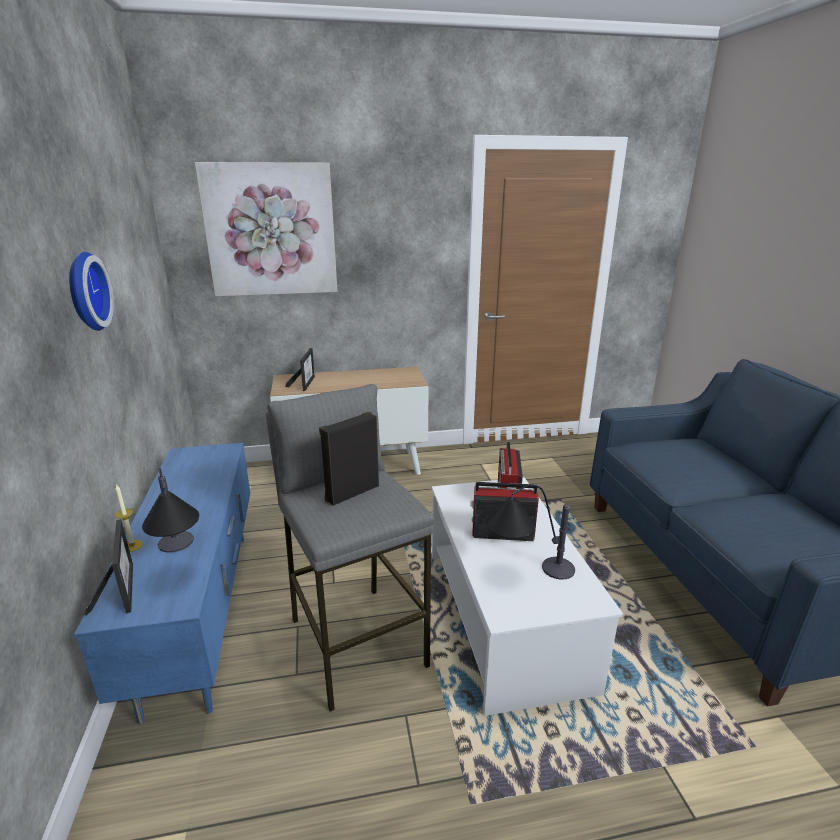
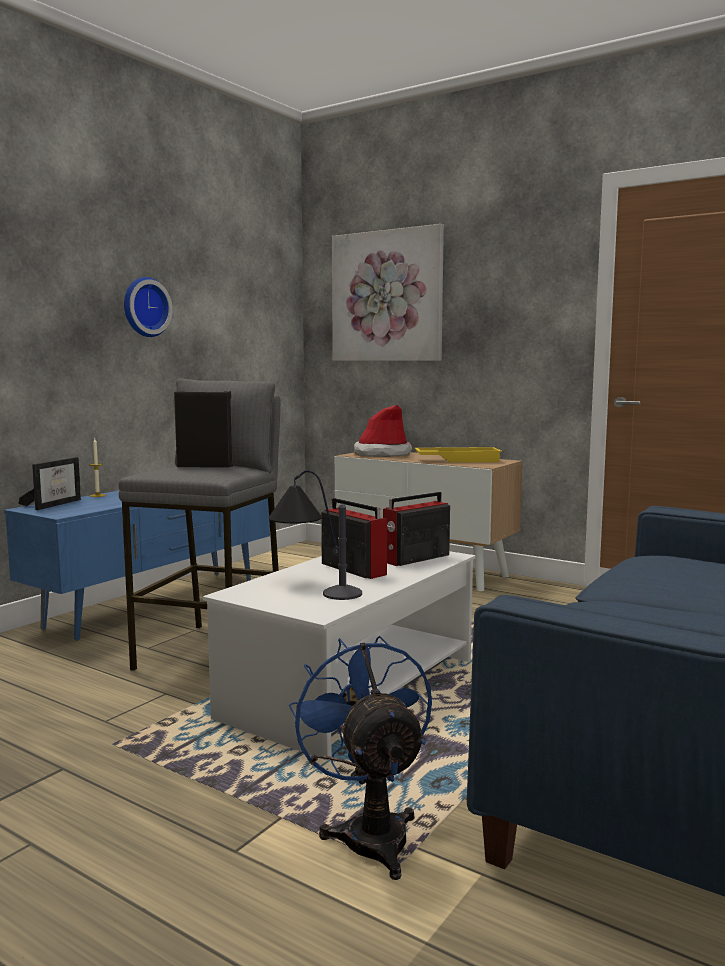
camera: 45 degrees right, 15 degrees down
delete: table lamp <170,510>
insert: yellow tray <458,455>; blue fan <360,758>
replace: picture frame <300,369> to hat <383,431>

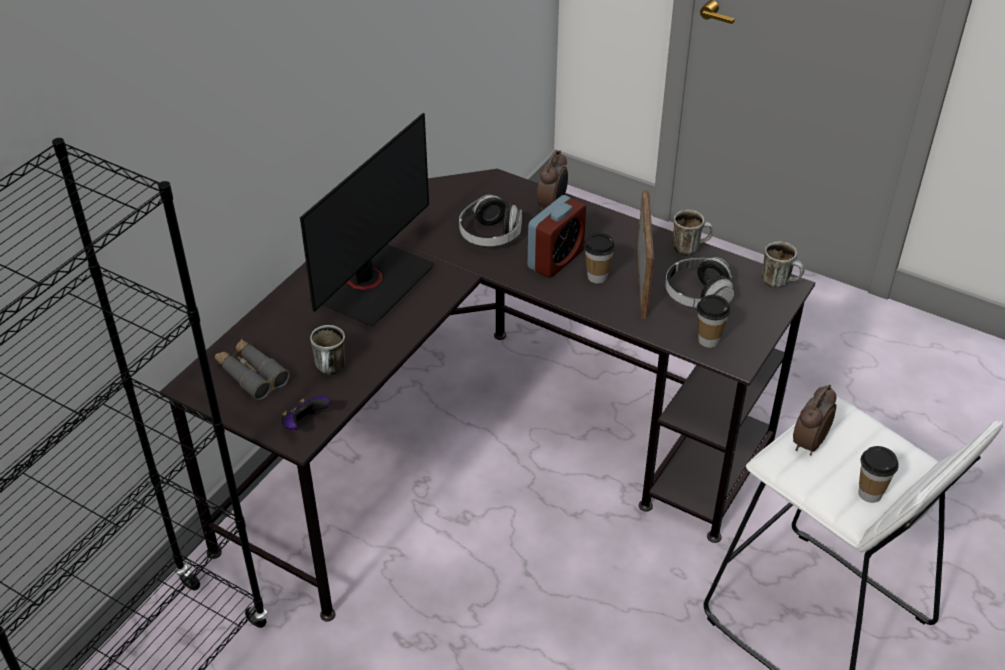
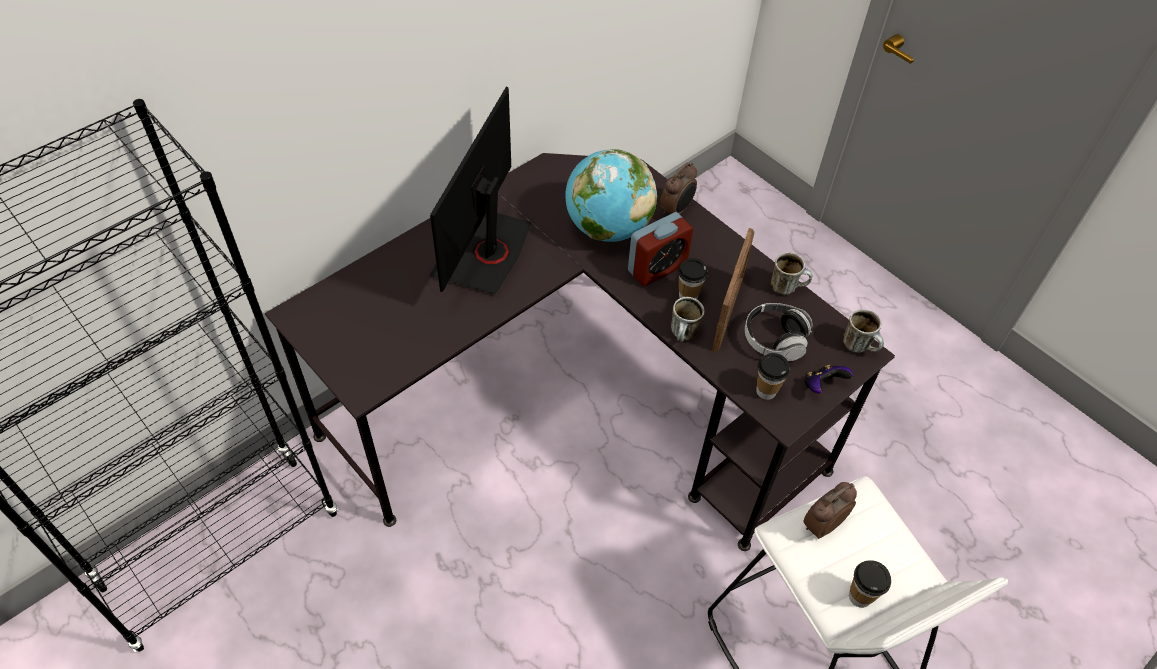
camera: 15 degrees right, 10 degrees up
delete: grey binoculars <252,369>
move: mug <327,350> to <688,319>; game controller <305,413> to <828,379>
replace: headphones <490,220> to globe <611,195>
rotate: monitor <367,220> = <480,190> 150 degrees clockwise

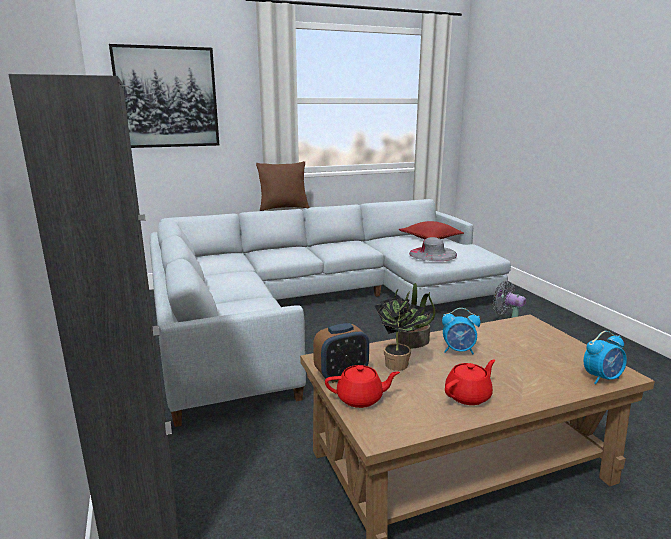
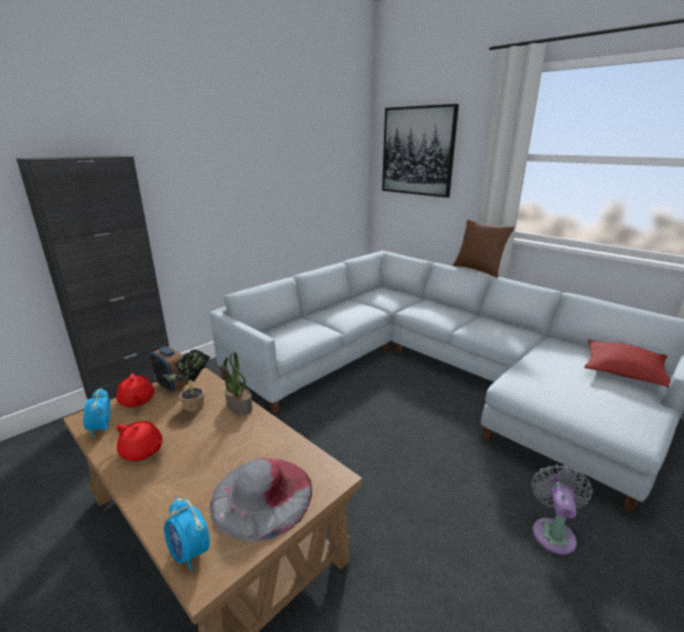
camera: 65 degrees right, 5 degrees up
move: grey hat <433,249> to <261,499>; alarm clock <461,331> to <96,413>

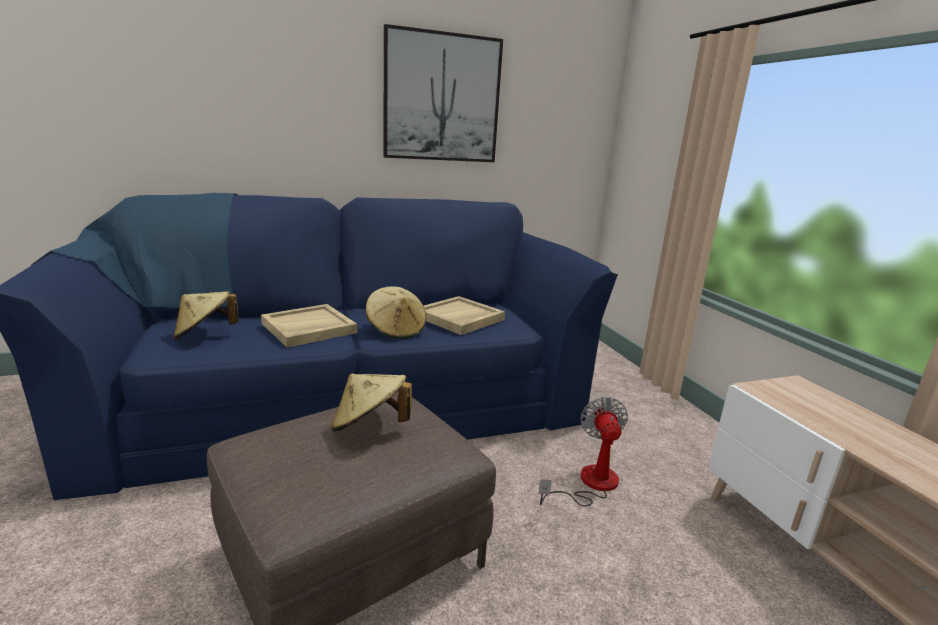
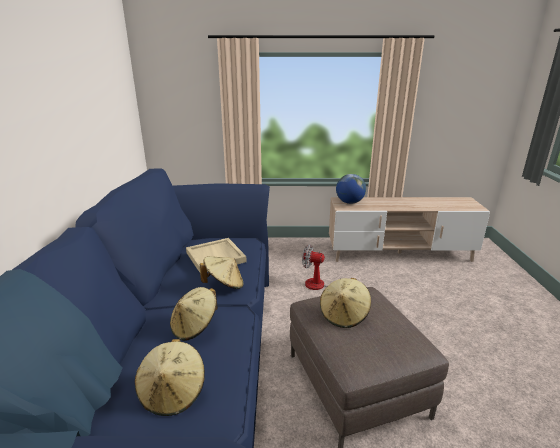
camera: 70 degrees left, 5 degrees up
delete: picture <443,93>
insert: globe <351,189>
replace: beige tray <309,326> to beige hat <194,314>

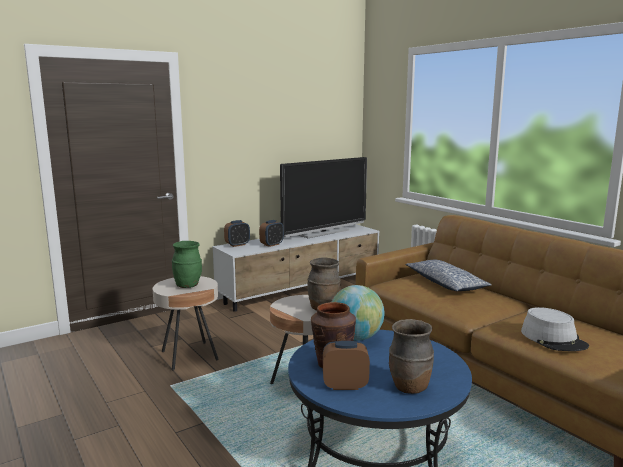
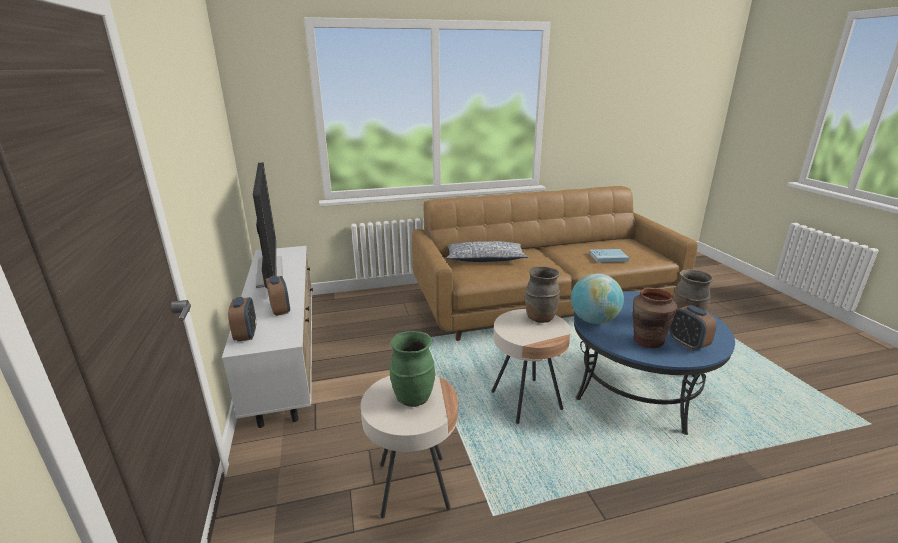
camera: 70 degrees left, 10 degrees up
replace: grey hat <555,329> to blue book <609,256>
rotate: alarm clock <346,365> = <693,328> 45 degrees counterclockwise

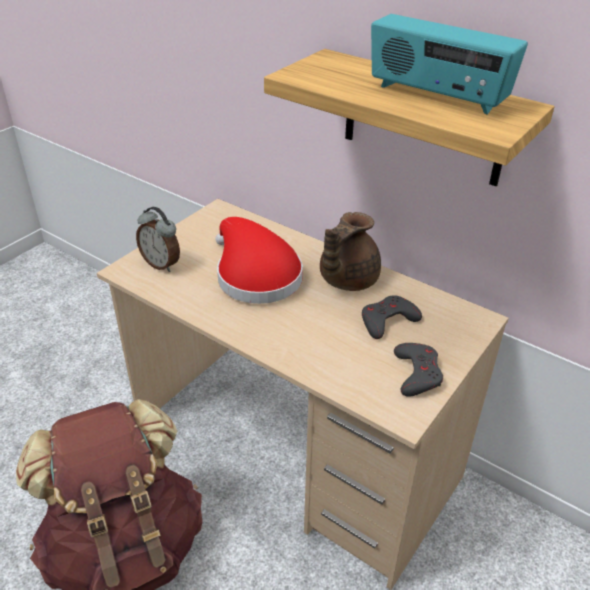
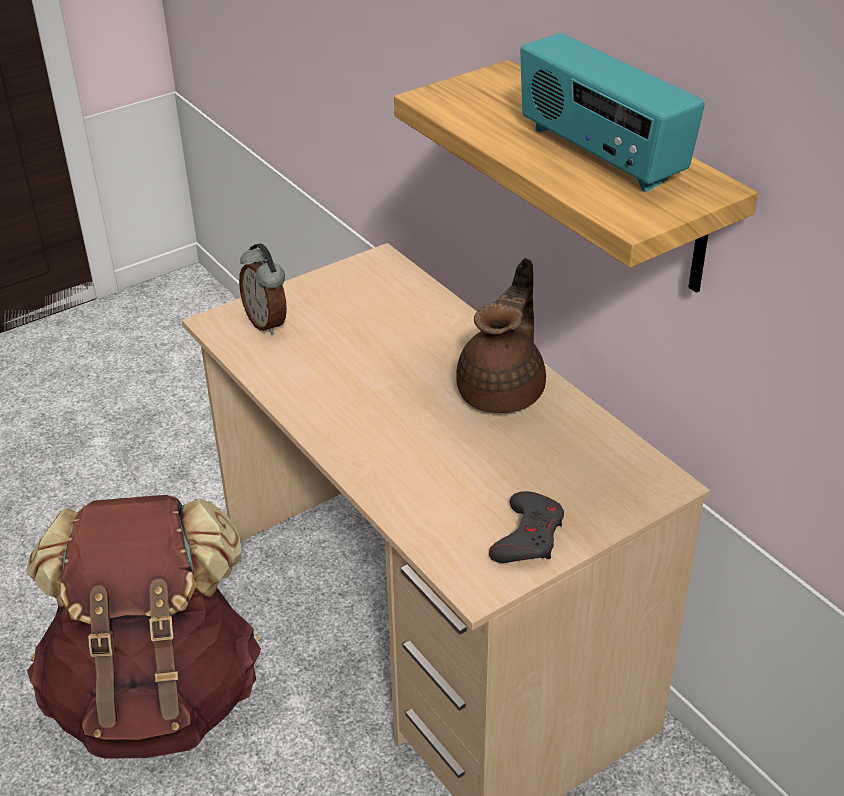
camera: 20 degrees right, 0 degrees up
delete: red hat <259,260>; grey game controller <392,317>
rotate: brown teapot <350,251> = <501,335> 150 degrees clockwise

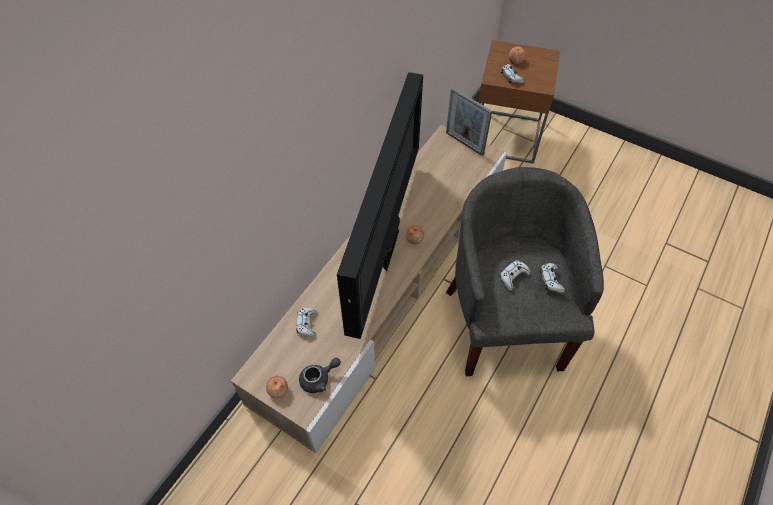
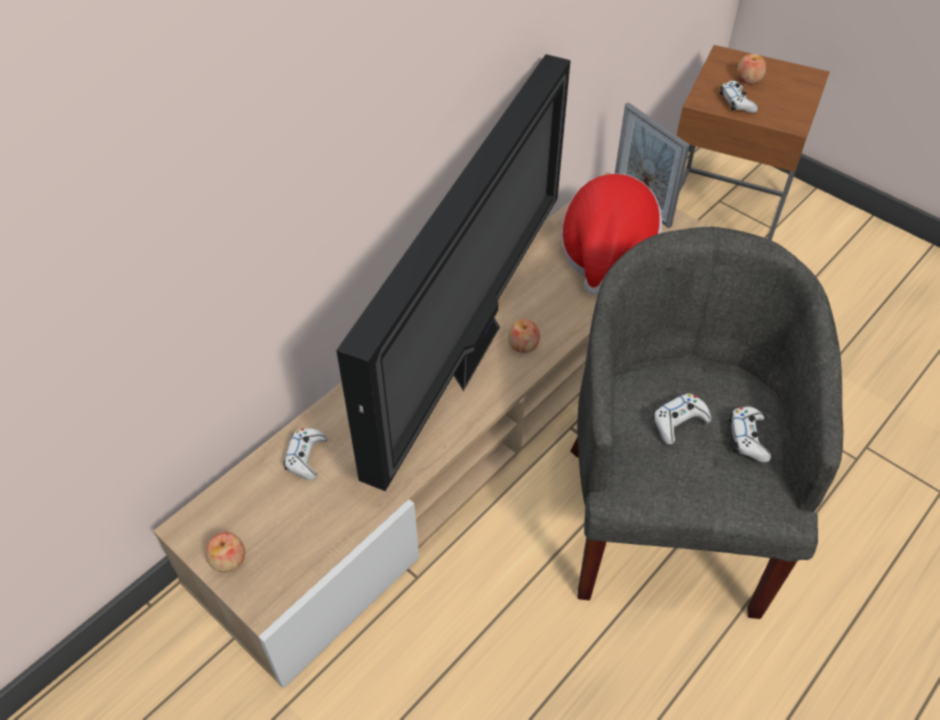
camera: 10 degrees right, 5 degrees down
delete: grey teapot <320,375>
insert: hat <611,234>

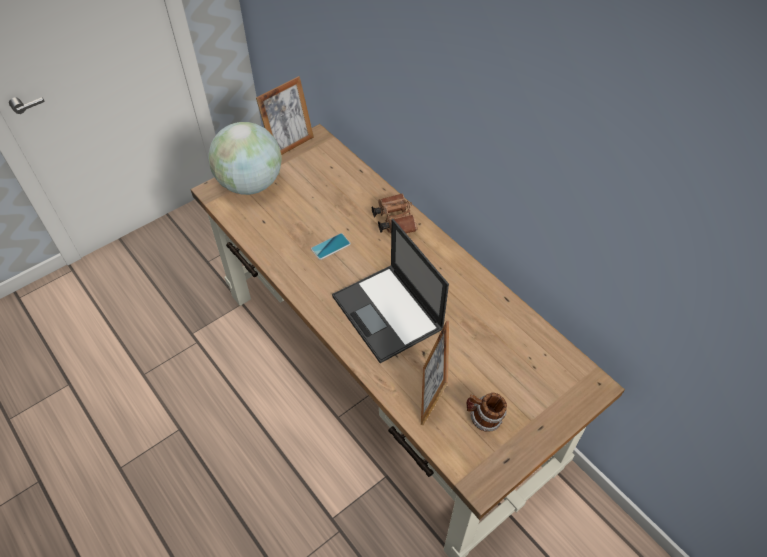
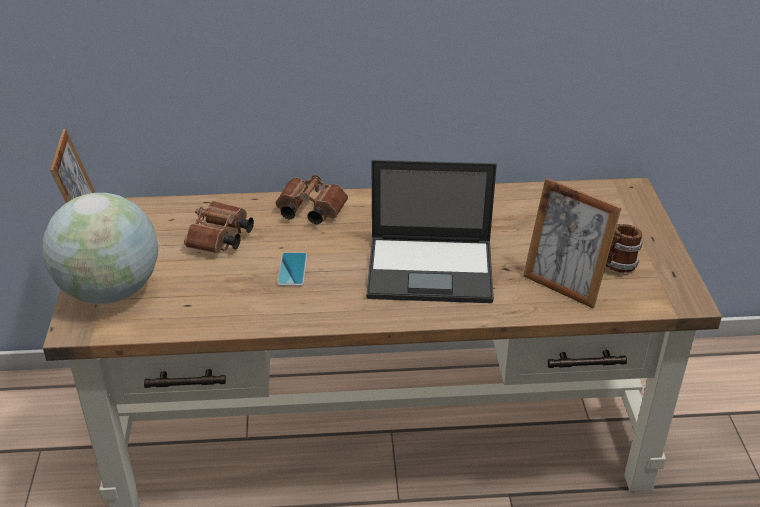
camera: 55 degrees left, 15 degrees down
insert: brown binoculars <219,227>

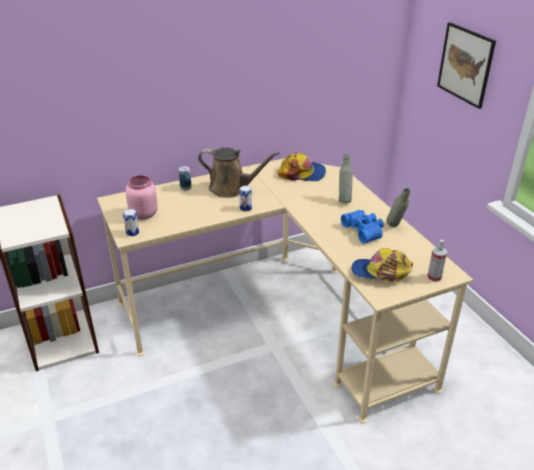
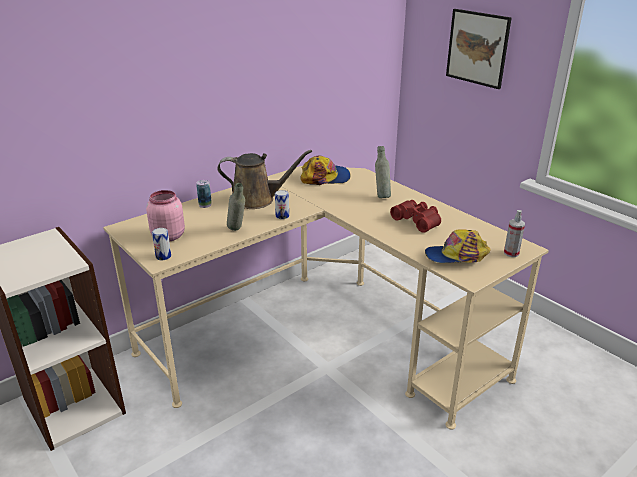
camera: 15 degrees left, 5 degrees down
move: grey bottle <398,207> to <236,207>
recolor: blue binoculars <362,227> to red binoculars <415,216>

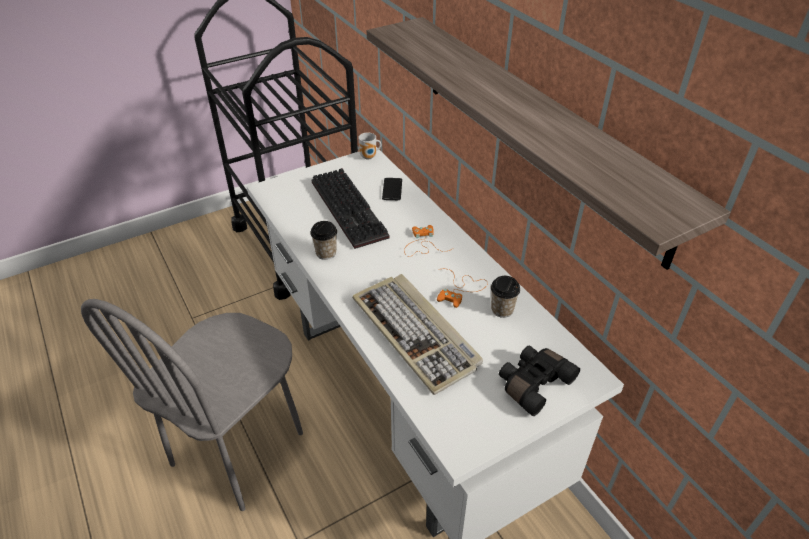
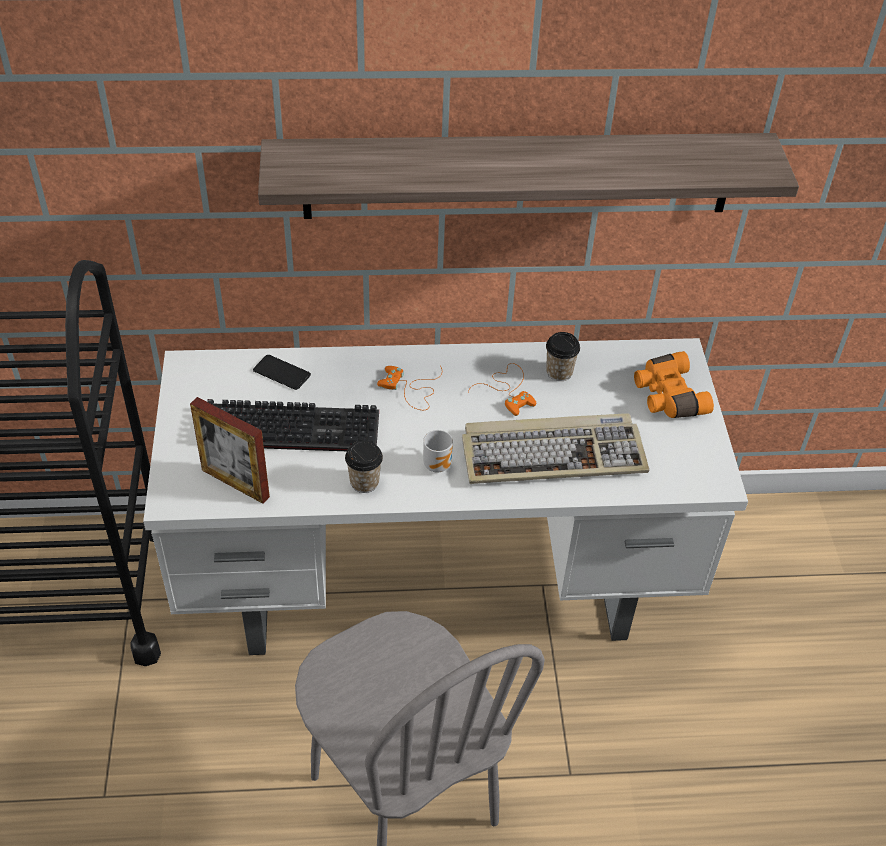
camera: 65 degrees left, 5 degrees up
insert: picture frame <230,450>
move: mug <370,145> to <438,451>
recolor: black binoculars <539,381> to orange binoculars <674,384>

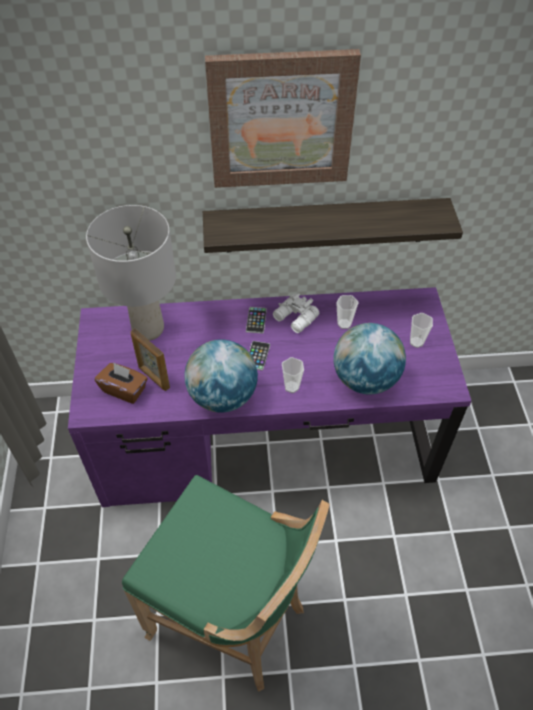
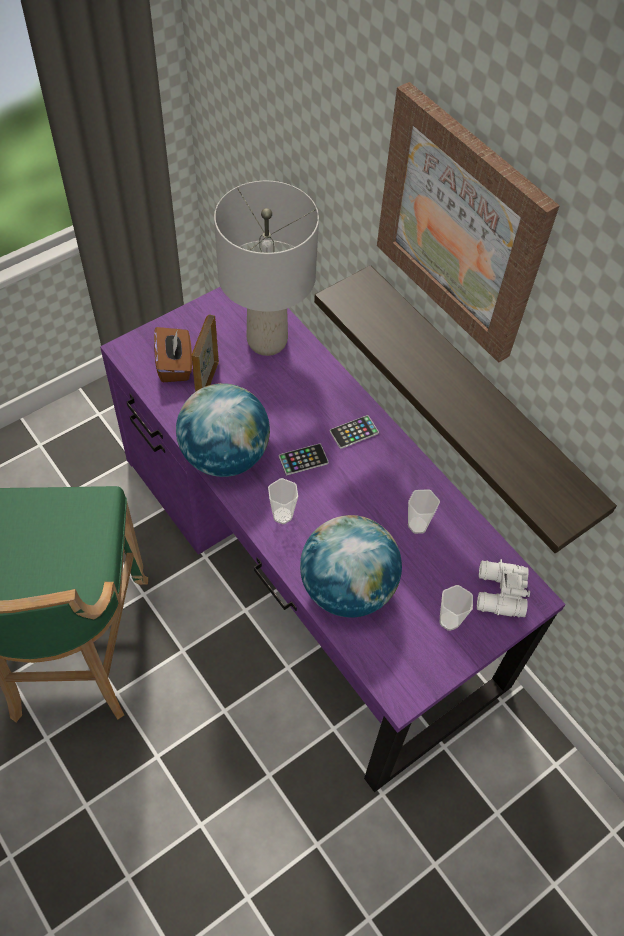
camera: 55 degrees right, 5 degrees up
move: white binoculars <296,313> to <503,588>

